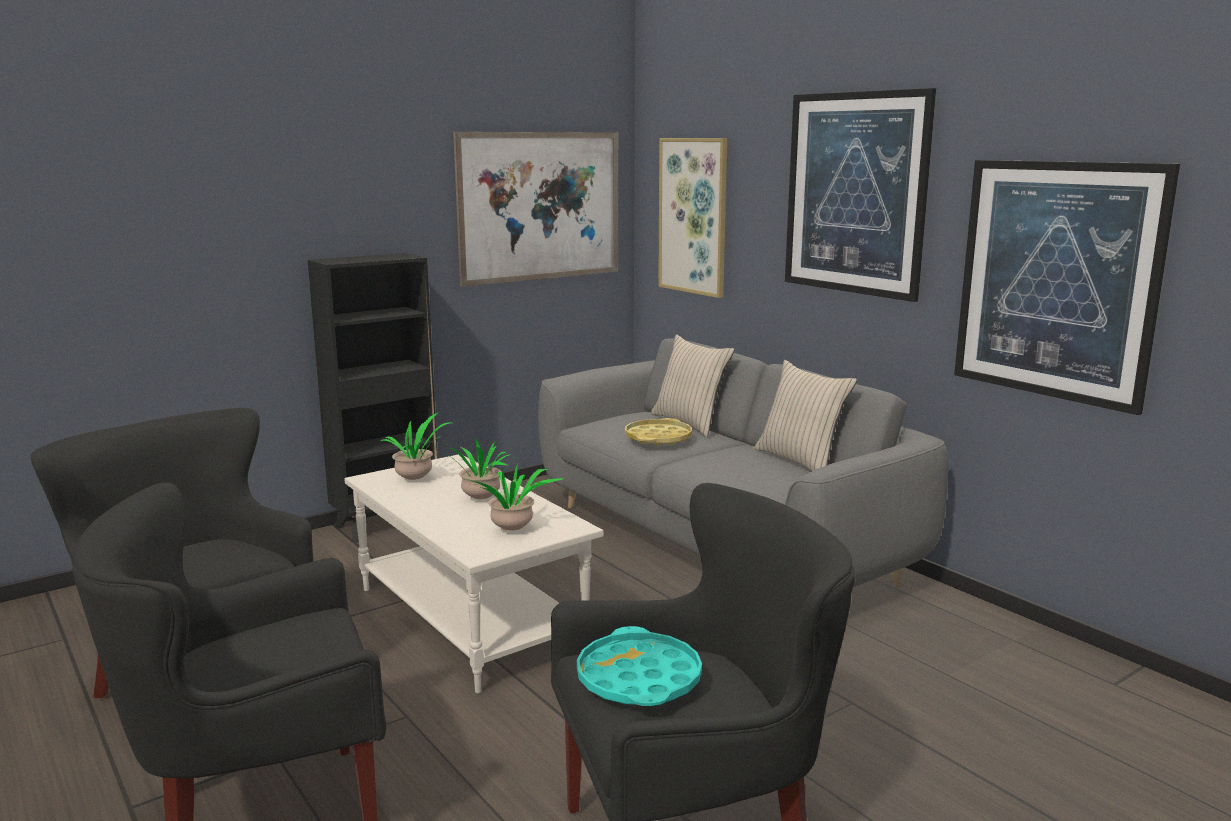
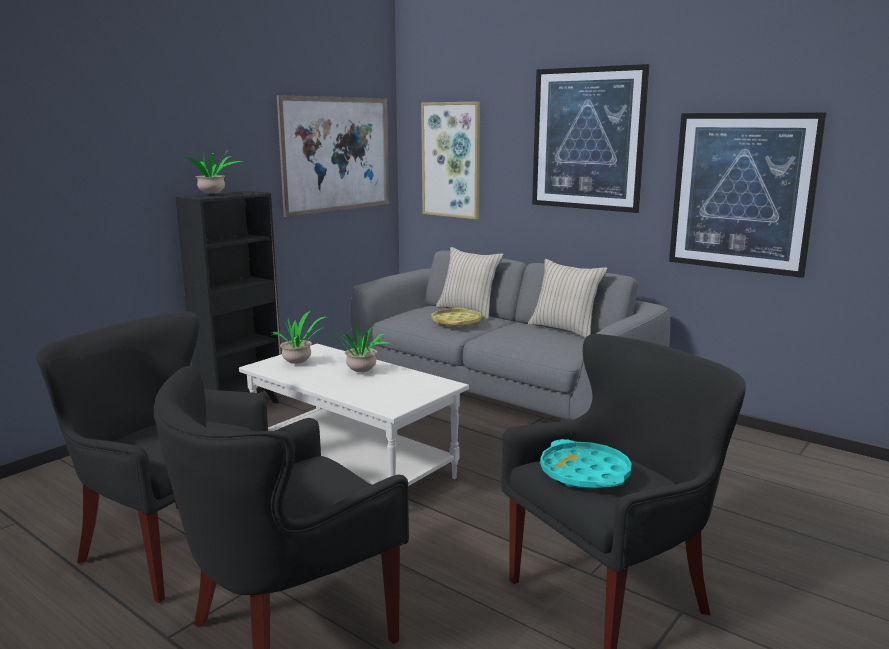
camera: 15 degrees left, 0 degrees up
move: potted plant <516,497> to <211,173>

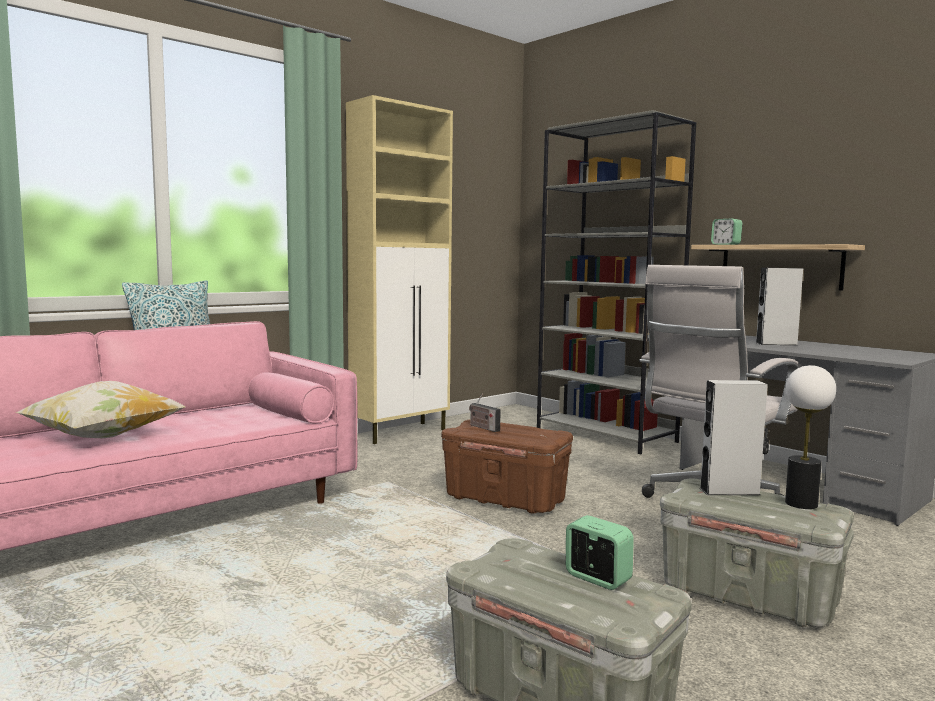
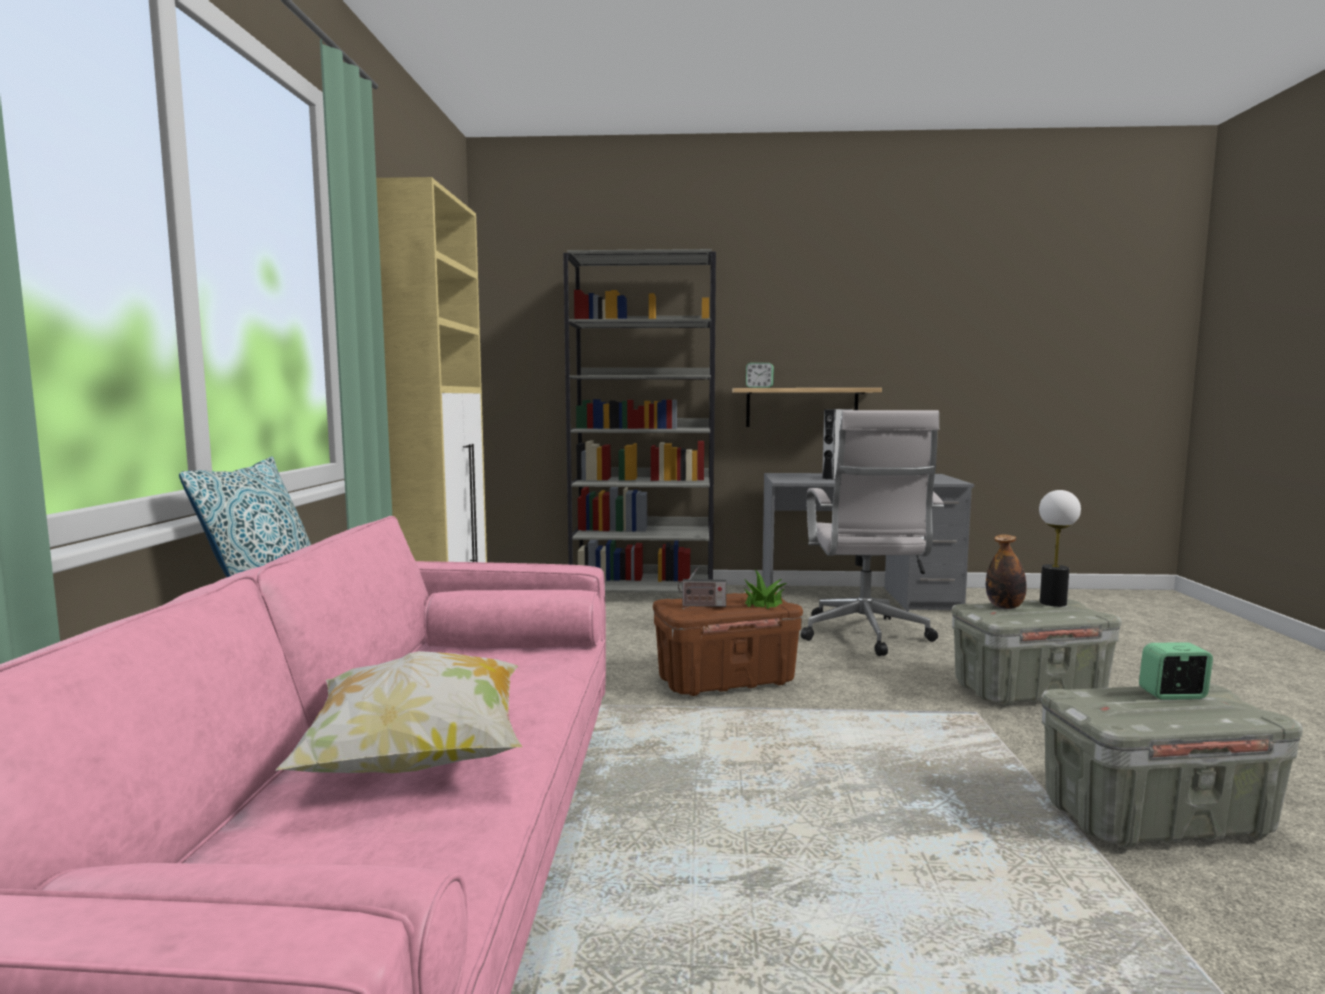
camera: 45 degrees left, 0 degrees up
insert: potted plant <765,589>
replace: grey speaker <734,437> to bottle <1006,571>

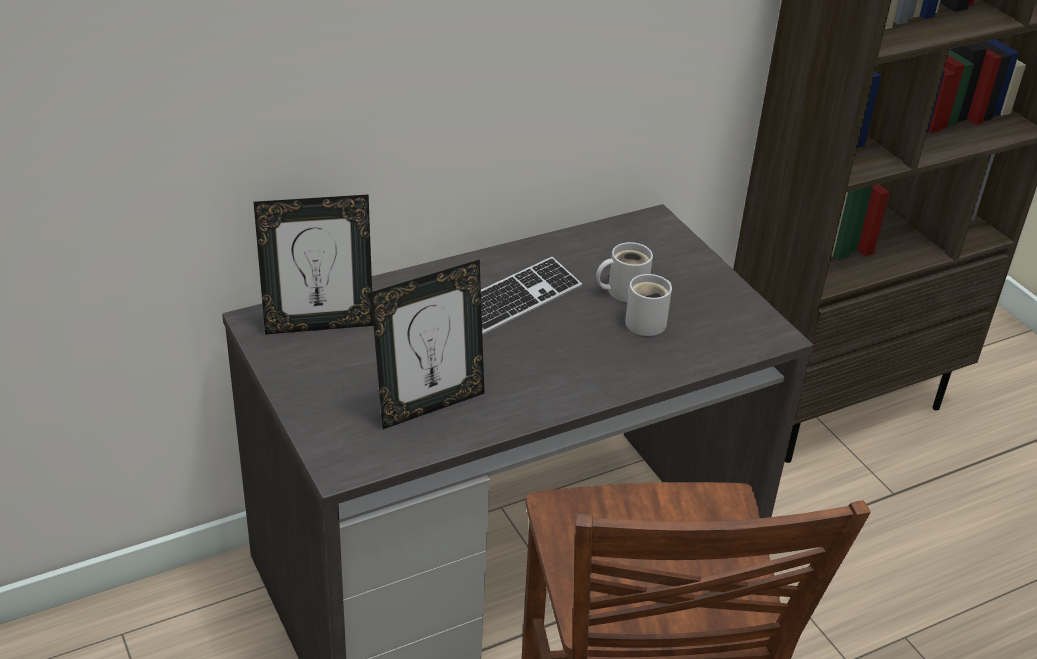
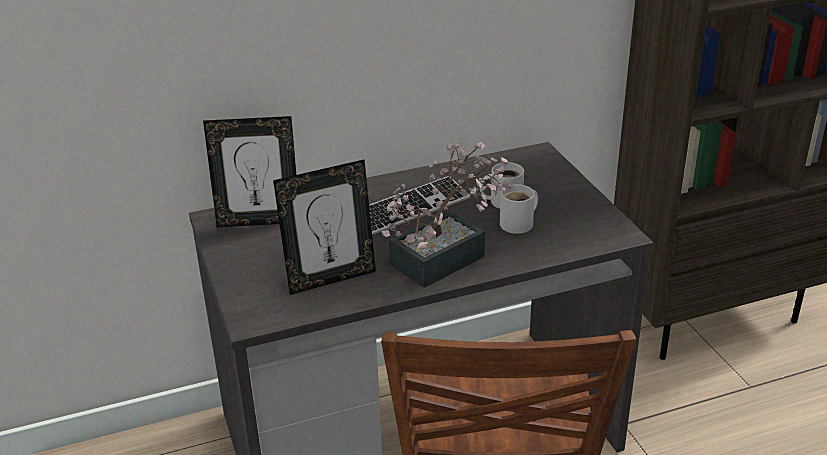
camera: 10 degrees right, 5 degrees down
insert: potted plant <446,214>

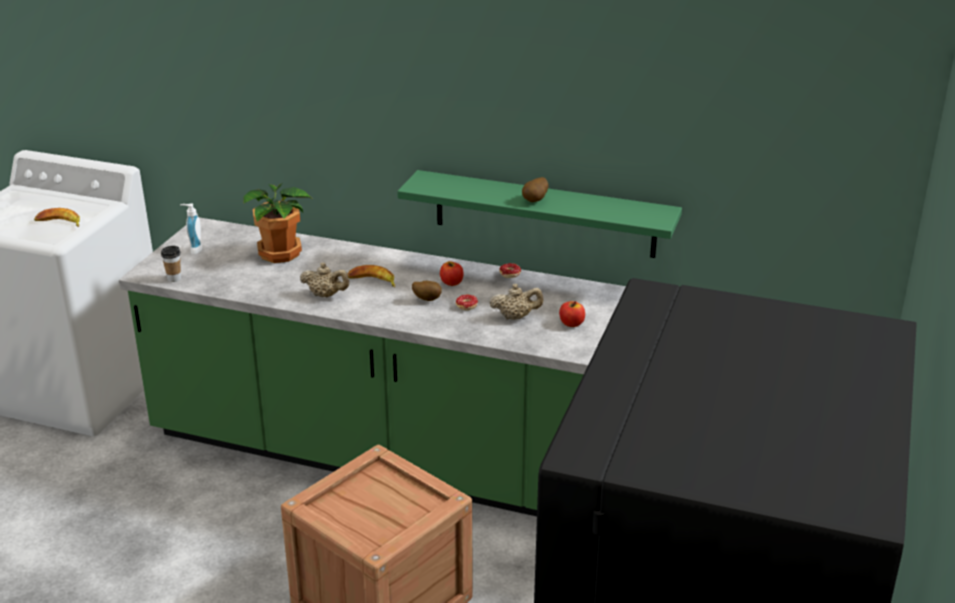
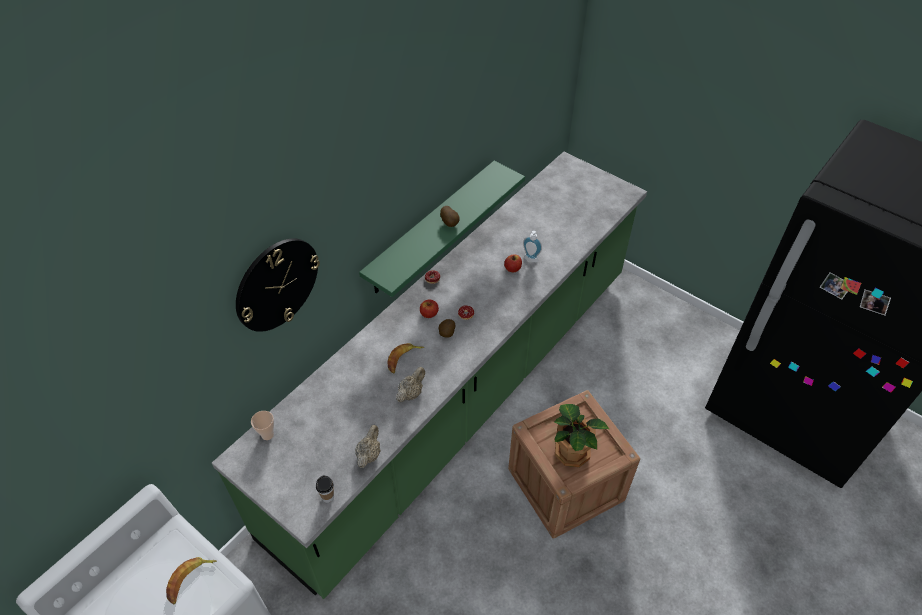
camera: 70 degrees left, 20 degrees up
insert: wall clock <278,285>; cup <262,425>
move: potted plant <277,223> to <581,435>; soap dispenser <191,229> to <532,246>; beige teapot <516,302> to <368,446>

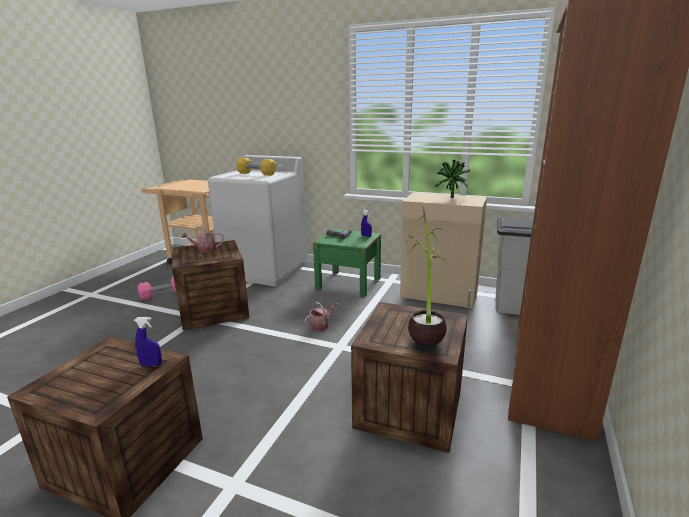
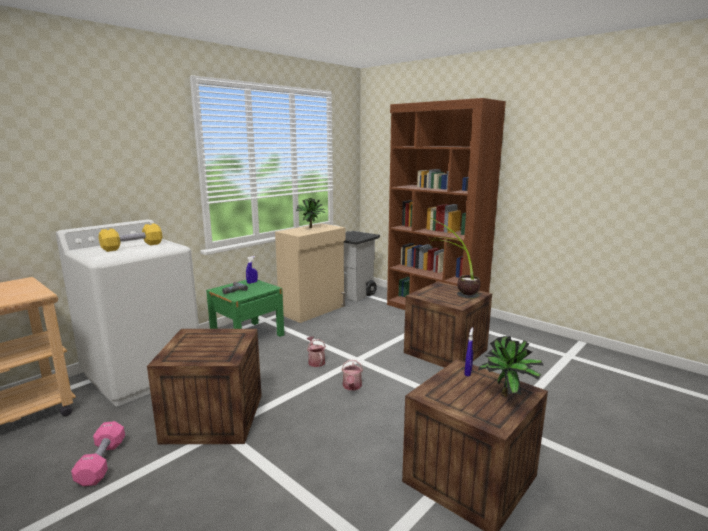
camera: 70 degrees left, 5 degrees down
insert: potted plant <511,366>
move: watering can <202,239> to <352,375>

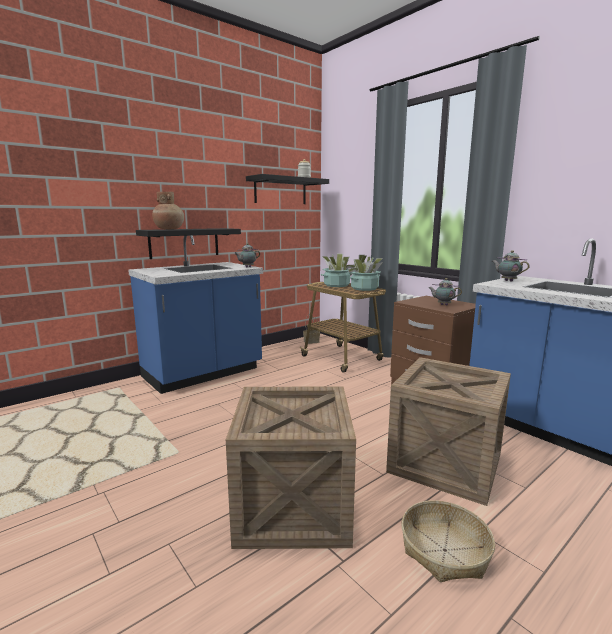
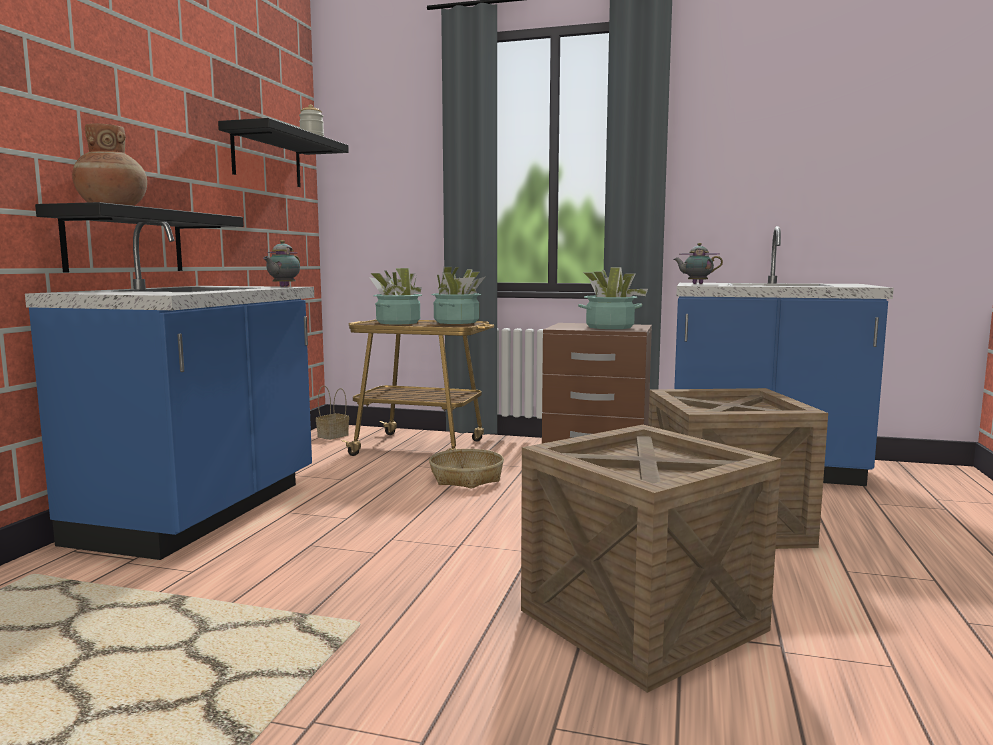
camera: 35 degrees left, 5 degrees down
move: basket <448,541> to <466,469>
replace: teapot <445,291> to potted plant <613,298>

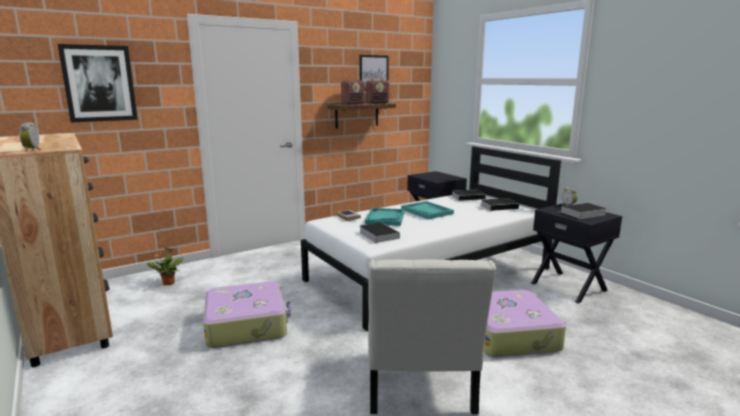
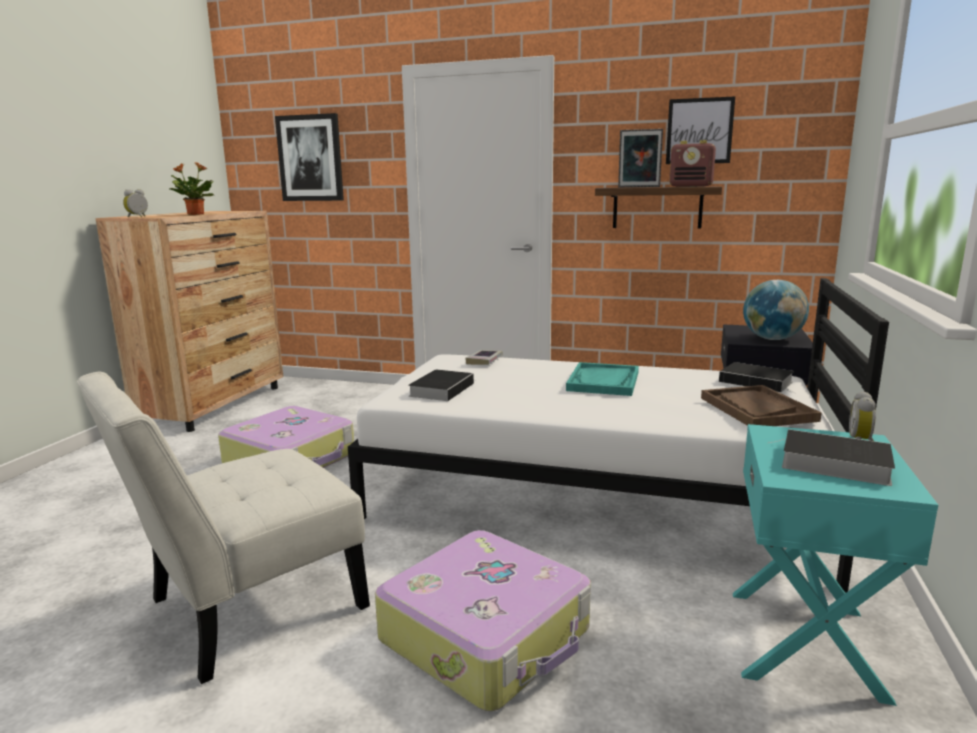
camera: 50 degrees right, 0 degrees up
delete: turquoise tray <384,217>
insert: globe <776,310>
move: potted plant <165,266> to <191,188>
replace: radio <353,92> to picture frame <640,158>; book <501,204> to brown tray <761,405>
recolor: black nightstand <576,253> to turquoise nightstand <835,565>

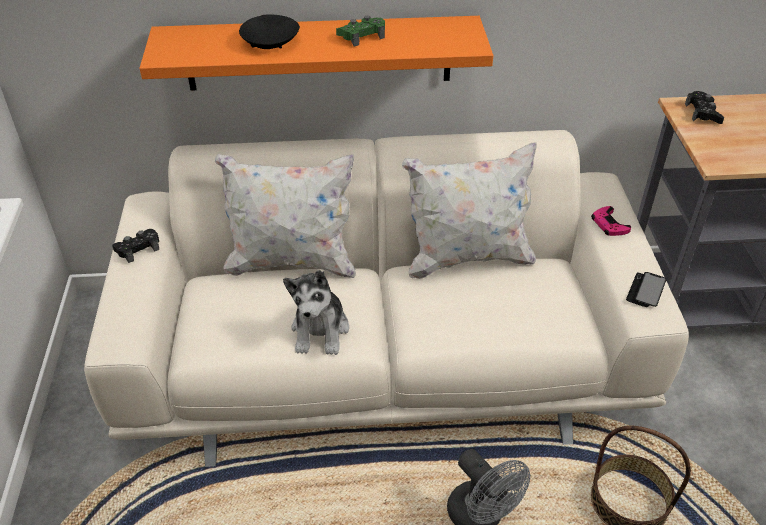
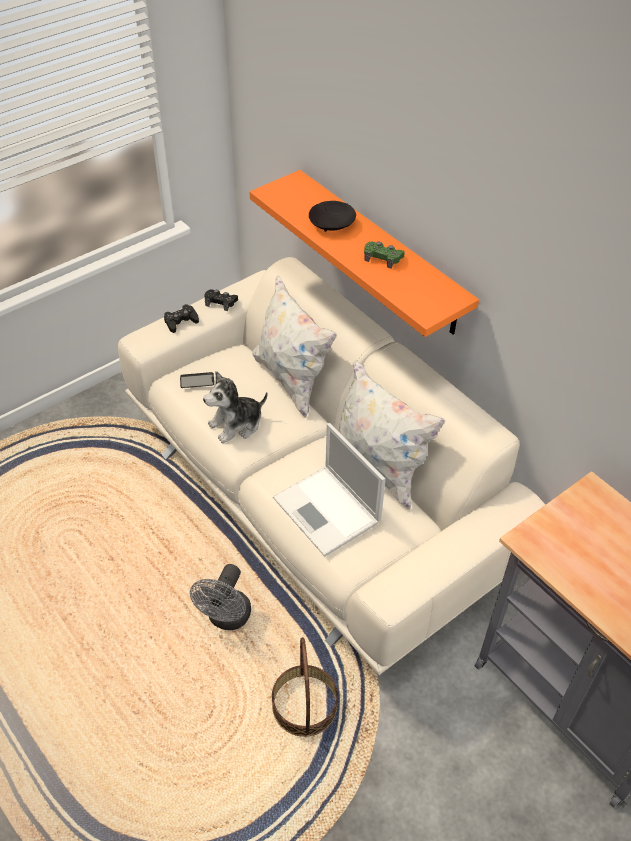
camera: 55 degrees right, 5 degrees up
delete: pink game controller <611,221>
insert: laptop <329,489>
move: black game controller <704,107> to <181,318>; phone <646,289> to <197,380>

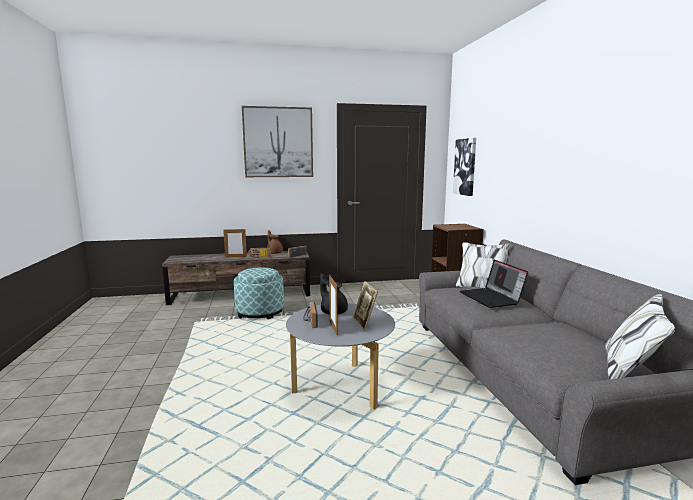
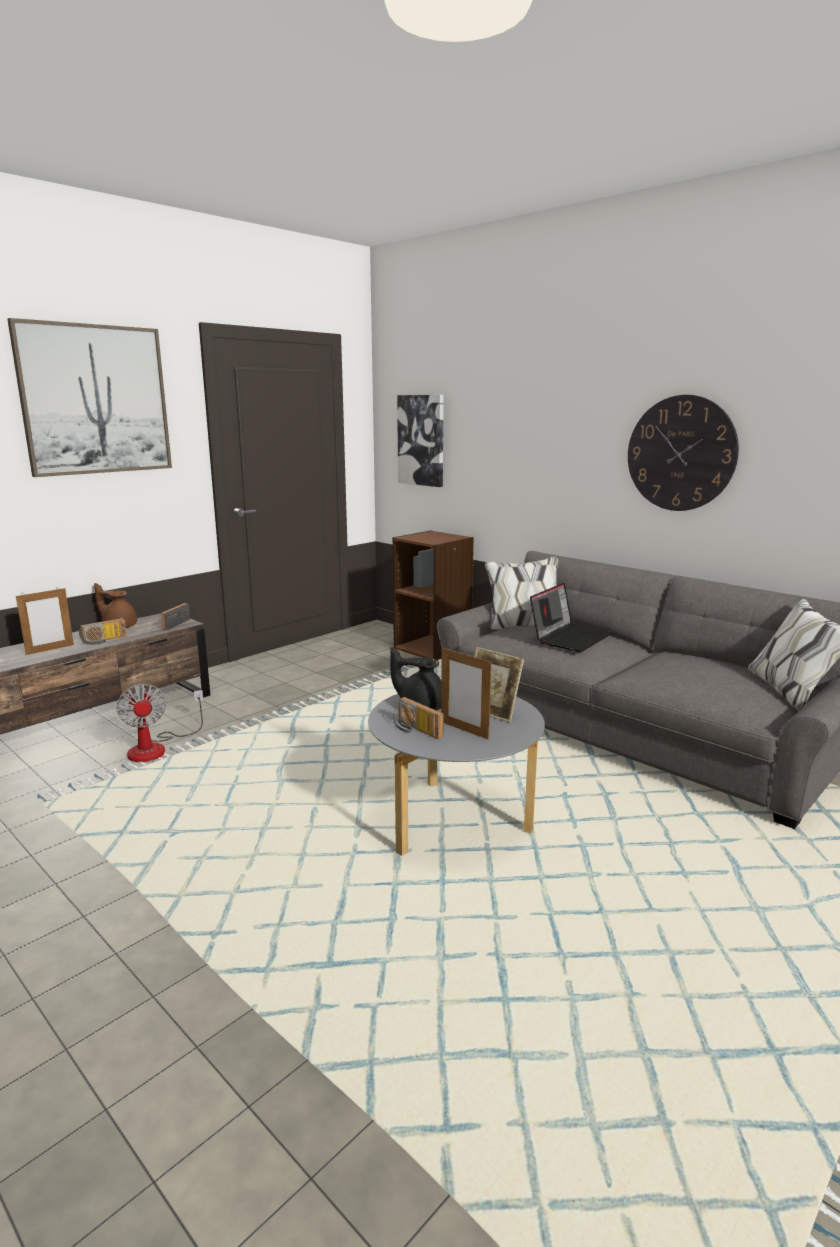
camera: 35 degrees left, 5 degrees up
insert: wall clock <683,453>
replace: ottoman <259,293> to fan <159,723>
rotate: laptop <494,284> = <571,617> 90 degrees counterclockwise

